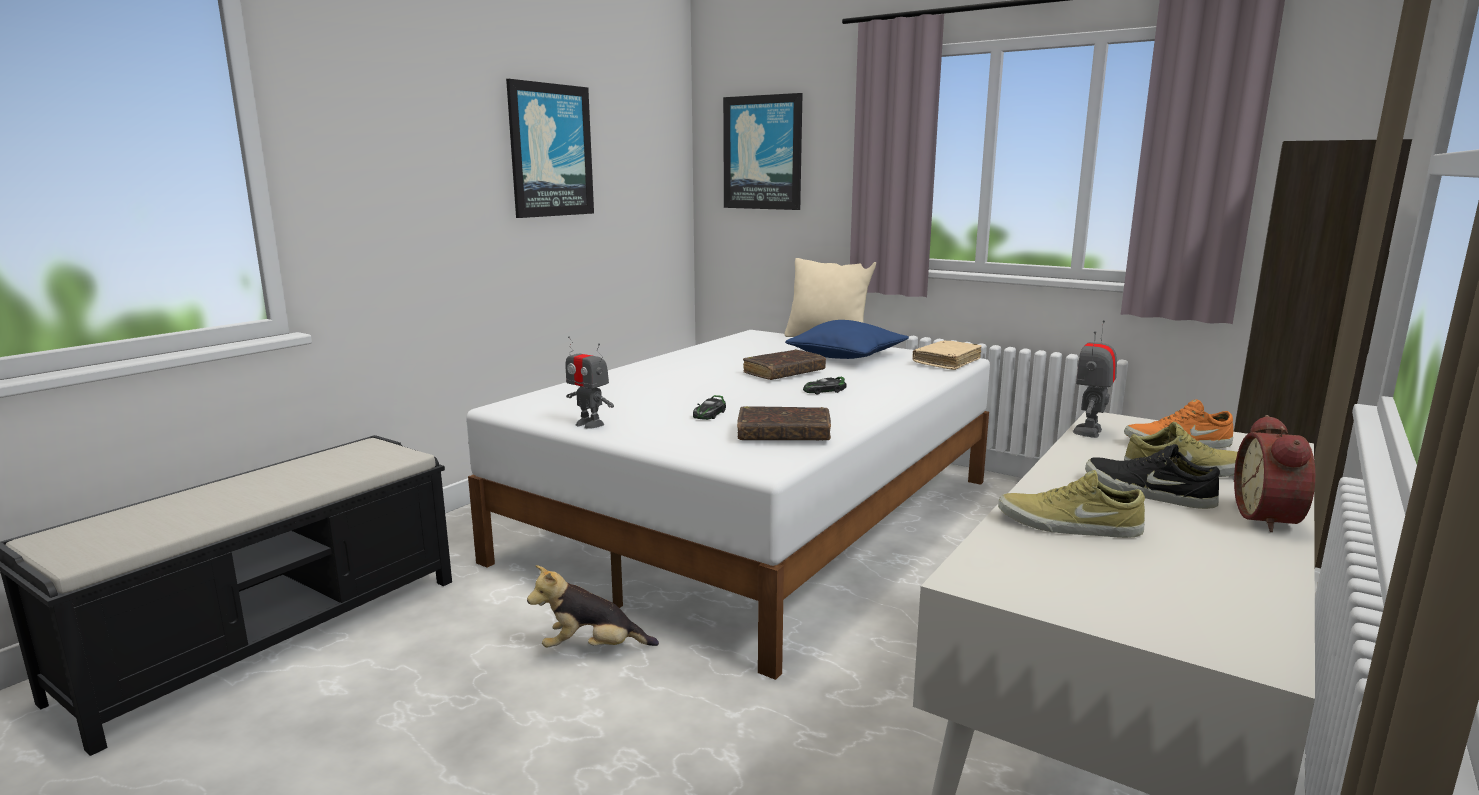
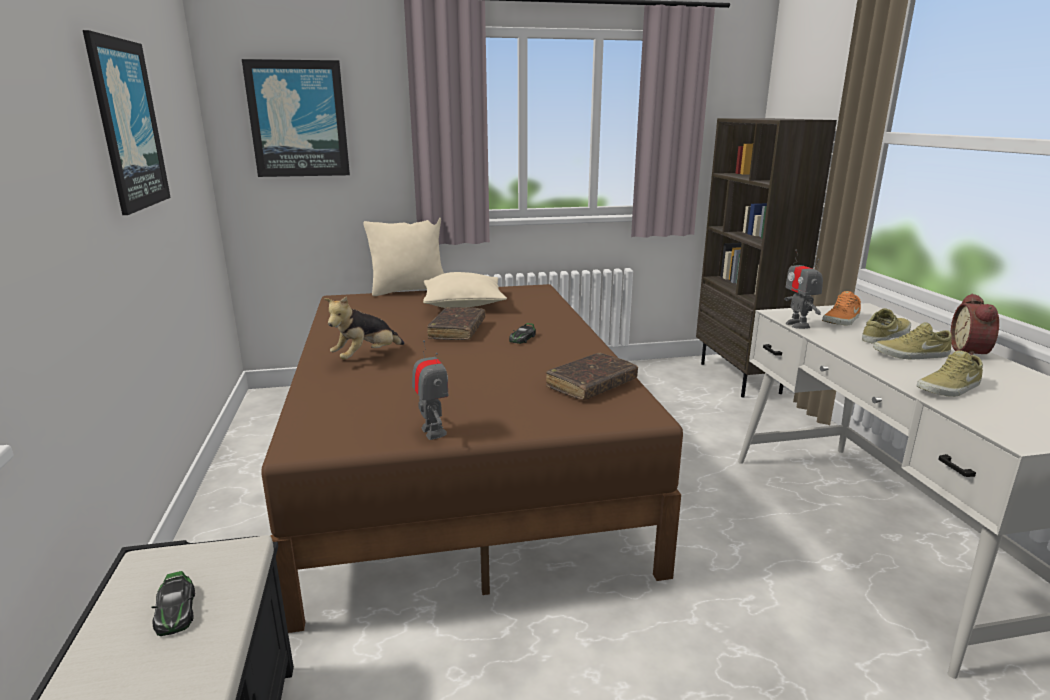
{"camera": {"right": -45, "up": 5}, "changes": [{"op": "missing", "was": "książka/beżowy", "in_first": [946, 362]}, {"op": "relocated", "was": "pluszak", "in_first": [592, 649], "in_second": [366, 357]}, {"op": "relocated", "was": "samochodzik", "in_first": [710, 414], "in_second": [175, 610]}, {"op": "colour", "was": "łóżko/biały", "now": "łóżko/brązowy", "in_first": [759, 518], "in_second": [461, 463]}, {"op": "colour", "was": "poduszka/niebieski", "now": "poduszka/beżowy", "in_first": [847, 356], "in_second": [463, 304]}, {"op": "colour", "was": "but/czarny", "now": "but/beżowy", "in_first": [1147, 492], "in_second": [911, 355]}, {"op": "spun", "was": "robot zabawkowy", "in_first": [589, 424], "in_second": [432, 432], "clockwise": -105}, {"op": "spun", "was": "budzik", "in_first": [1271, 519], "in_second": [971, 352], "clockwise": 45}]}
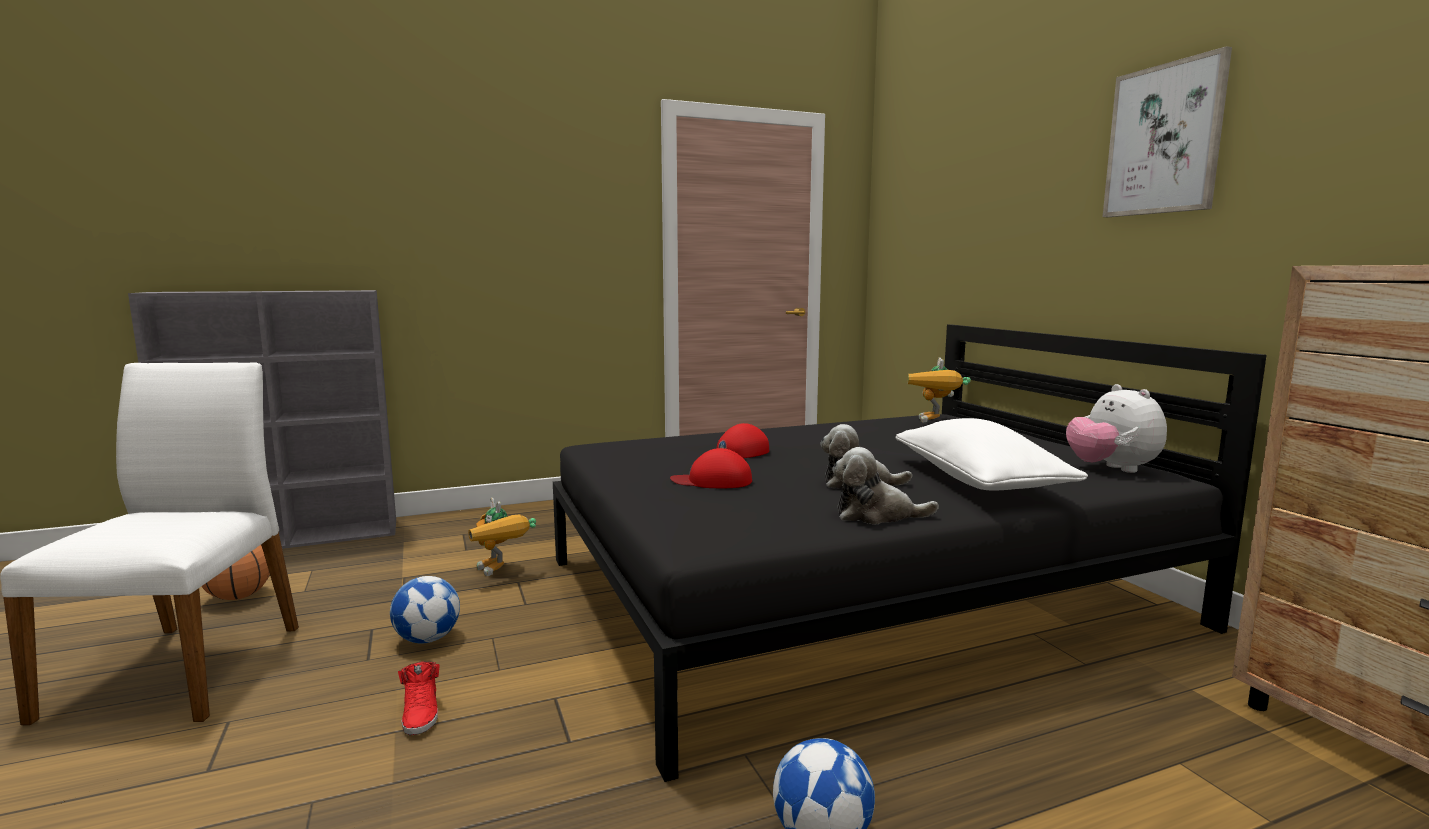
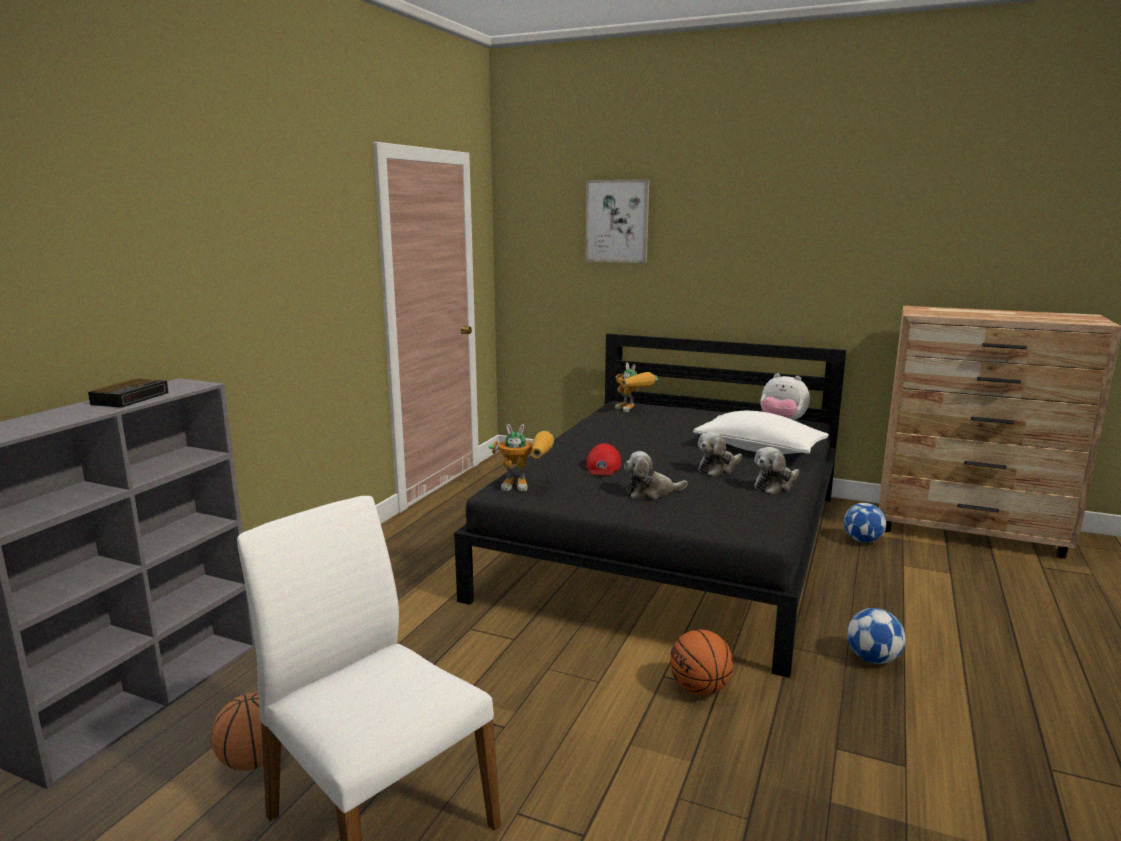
{"camera": {"right": -45, "up": 5}, "changes": [{"op": "missing", "was": "but/czerwony", "in_first": [421, 712]}, {"op": "appeared", "now": "budzik", "in_second": [131, 398]}, {"op": "appeared", "now": "piłka do koszykówki", "in_second": [700, 688]}, {"op": "relocated", "was": "piłka futbolowa", "in_first": [427, 639], "in_second": [862, 540]}, {"op": "relocated", "was": "robot zabawkowy", "in_first": [501, 572], "in_second": [526, 486]}, {"op": "relocated", "was": "obraz", "in_first": [1164, 140], "in_second": [617, 221]}, {"op": "exchanged", "was": "czapka z daszkiem/czerwony", "now": "pluszak", "in_first": [713, 481], "in_second": [651, 492]}]}
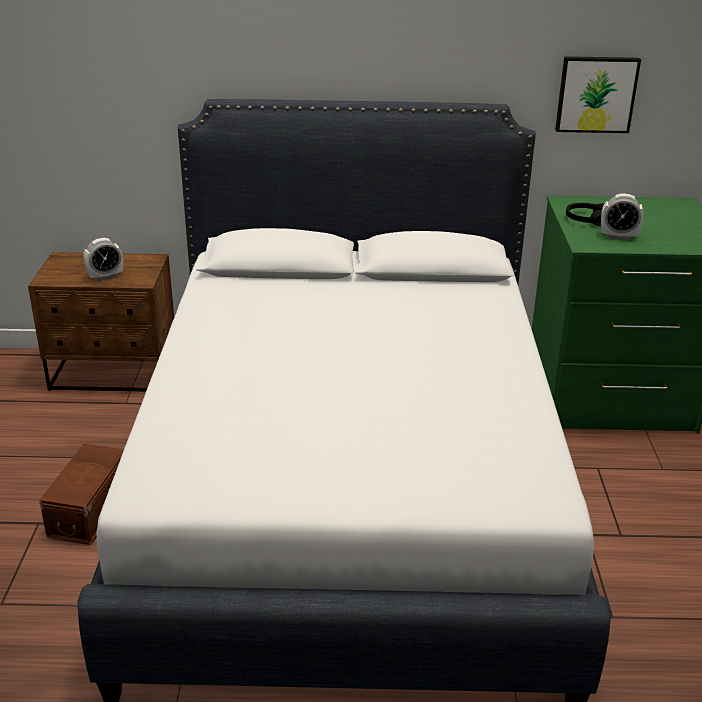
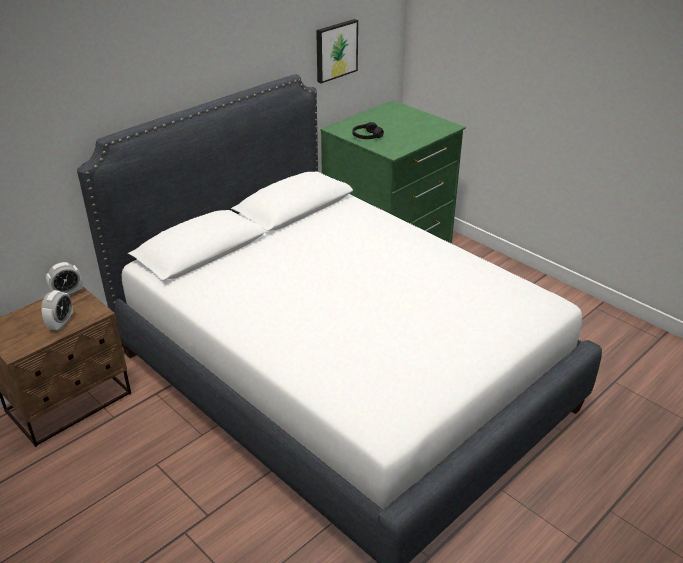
{"camera": {"right": -45, "up": 5}, "changes": [{"op": "missing", "was": "pojemnik do przechowywania/brązowy", "in_first": [92, 510]}, {"op": "relocated", "was": "budzik", "in_first": [618, 236], "in_second": [67, 293]}]}
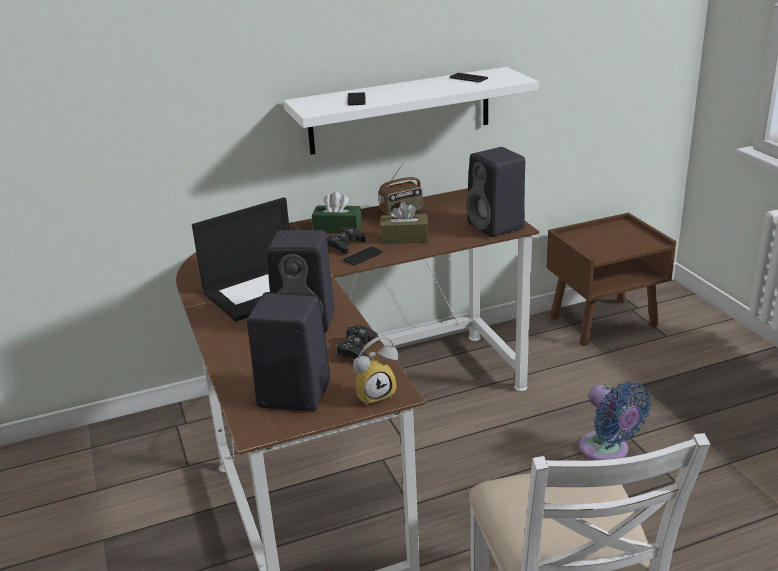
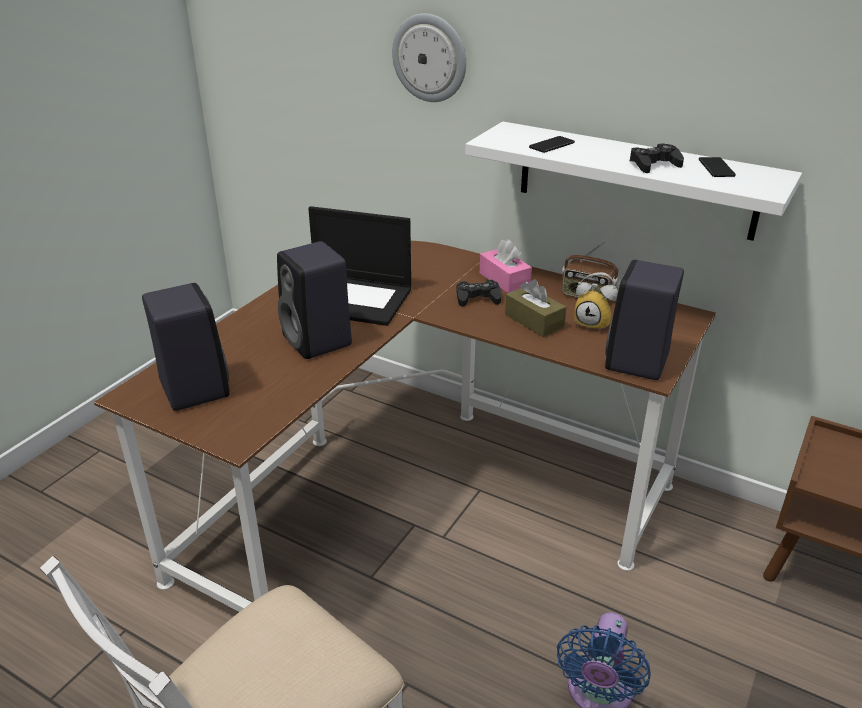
{"camera": {"right": 50, "up": 5}, "changes": [{"op": "missing", "was": "telefon", "in_first": [362, 256]}, {"op": "appeared", "now": "zegar ścienny", "in_second": [430, 58]}, {"op": "relocated", "was": "pad do gier/czarny", "in_first": [357, 350], "in_second": [654, 165]}, {"op": "relocated", "was": "budzik", "in_first": [375, 394], "in_second": [594, 323]}, {"op": "colour", "was": "pudełko chusteczek/zielony", "now": "pudełko chusteczek/różowy", "in_first": [337, 228], "in_second": [504, 280]}]}
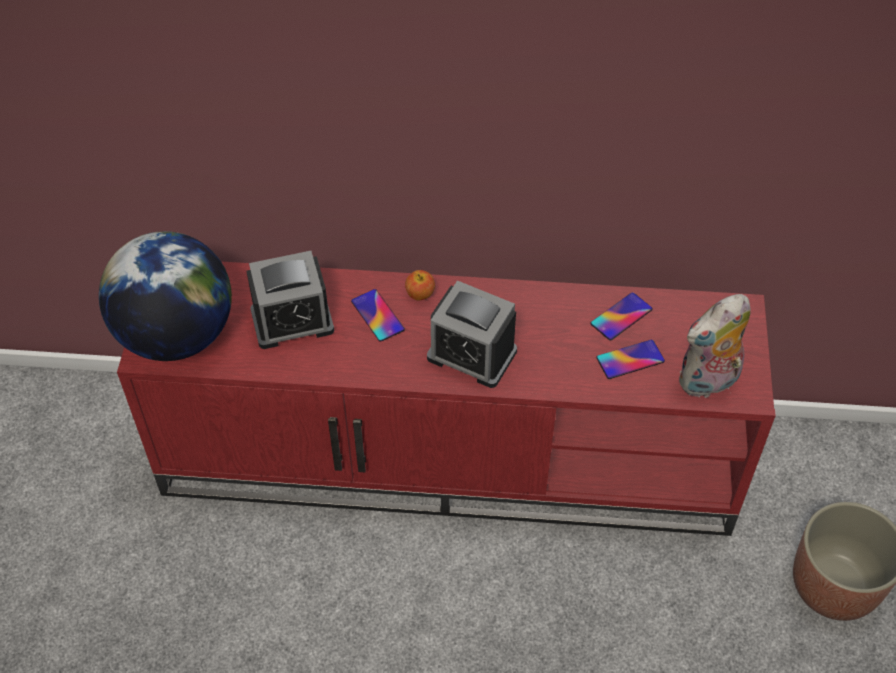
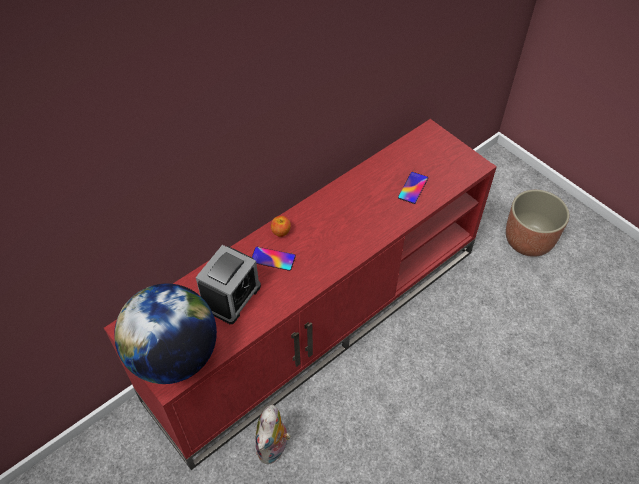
{"camera": {"right": -45, "up": 0}, "changes": [{"op": "missing", "was": "budzik", "in_first": [471, 354]}, {"op": "missing", "was": "telefon", "in_first": [621, 316]}, {"op": "relocated", "was": "pluszak", "in_first": [708, 382], "in_second": [274, 448]}]}
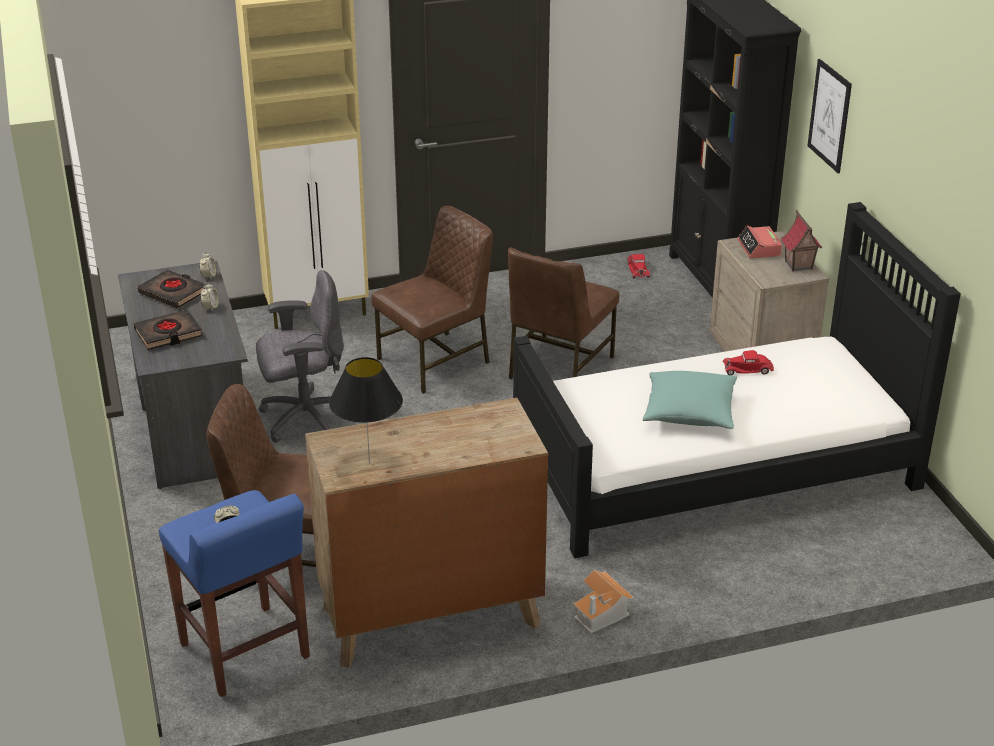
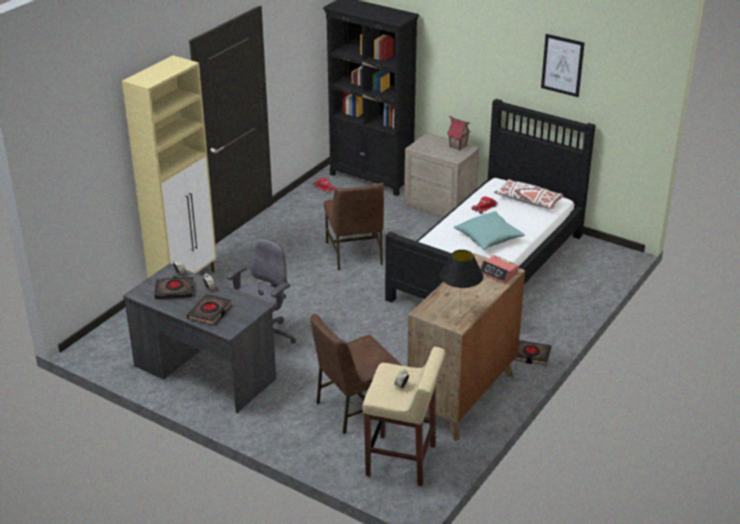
{"camera": {"right": -40, "up": 0}, "changes": [{"op": "missing", "was": "krzesło/brązowy", "in_first": [436, 361]}, {"op": "appeared", "now": "poduszka/biały", "in_second": [528, 201]}, {"op": "relocated", "was": "budzik", "in_first": [759, 248], "in_second": [499, 273]}, {"op": "relocated", "was": "obraz", "in_first": [829, 115], "in_second": [562, 65]}, {"op": "exchanged", "was": "domek", "now": "książka/czarny", "in_first": [601, 613], "in_second": [531, 355]}, {"op": "colour", "was": "stołek/niebieski", "now": "stołek/beżowy", "in_first": [245, 652], "in_second": [402, 461]}]}
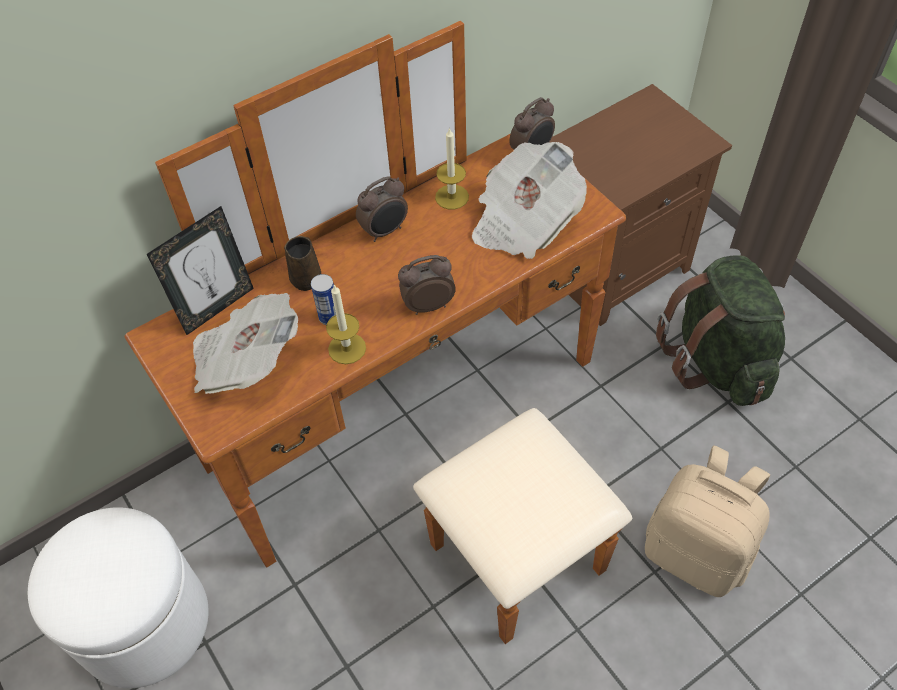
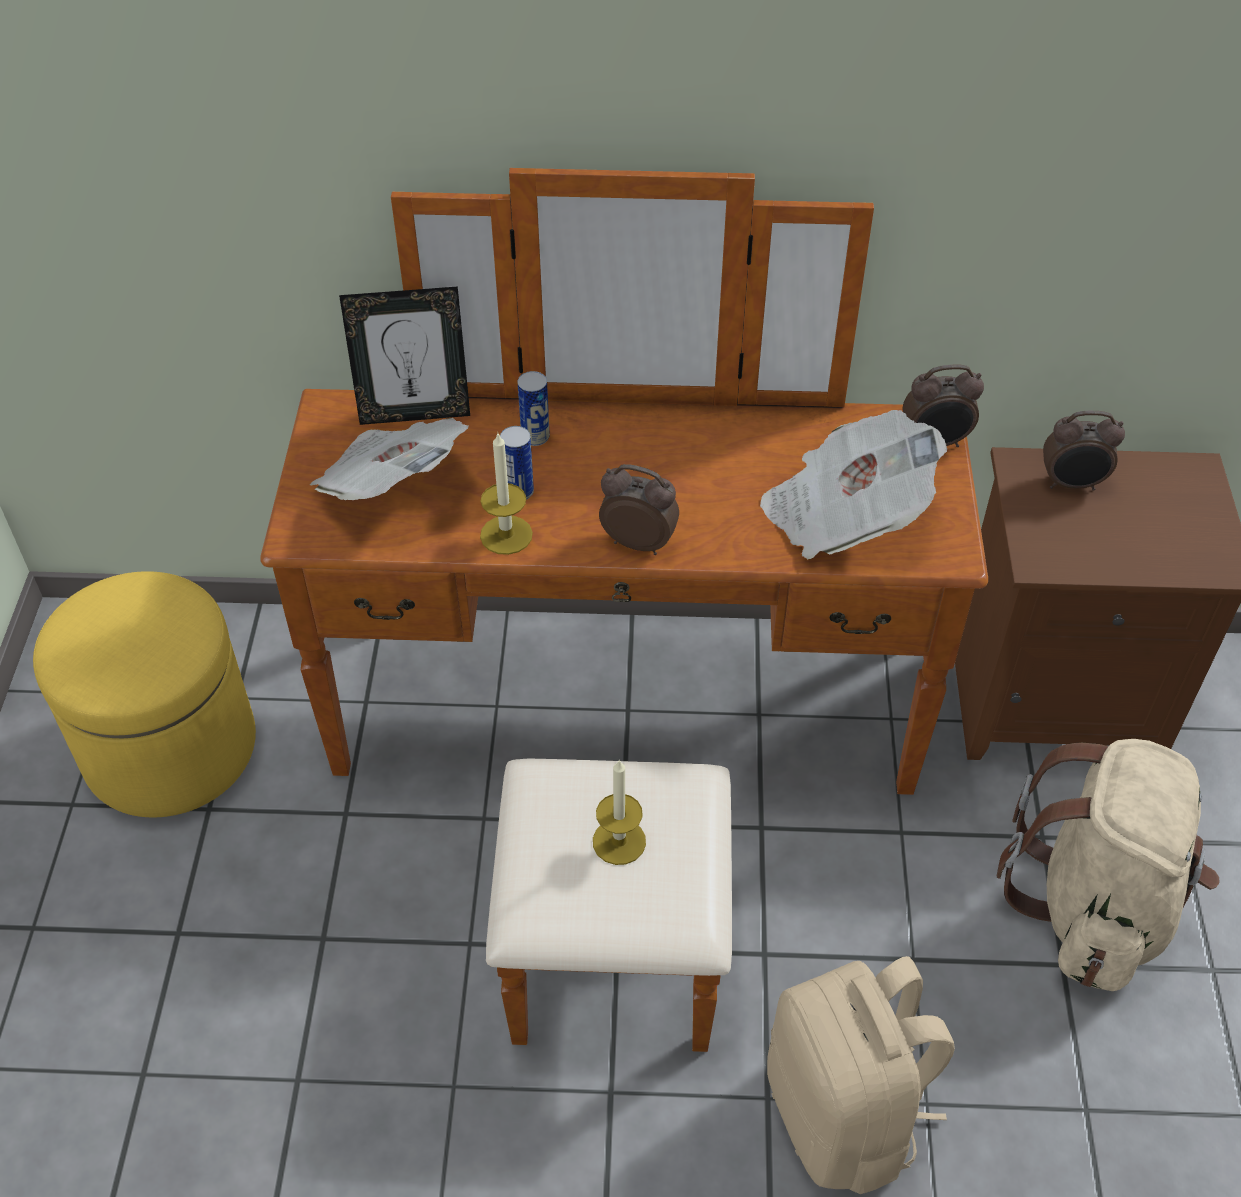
{"camera": {"right": 35, "up": -5}, "changes": [{"op": "relocated", "was": "budzik", "in_first": [385, 231], "in_second": [1072, 484]}, {"op": "relocated", "was": "świeca", "in_first": [452, 197], "in_second": [619, 841]}, {"op": "exchanged", "was": "kubek/brązowy", "now": "puszka", "in_first": [307, 278], "in_second": [535, 437]}, {"op": "colour", "was": "pufa/biały", "now": "pufa/żółty", "in_first": [144, 622], "in_second": [170, 747]}, {"op": "colour", "was": "plecak/zielony", "now": "plecak/beżowy", "in_first": [717, 361], "in_second": [1094, 904]}]}
